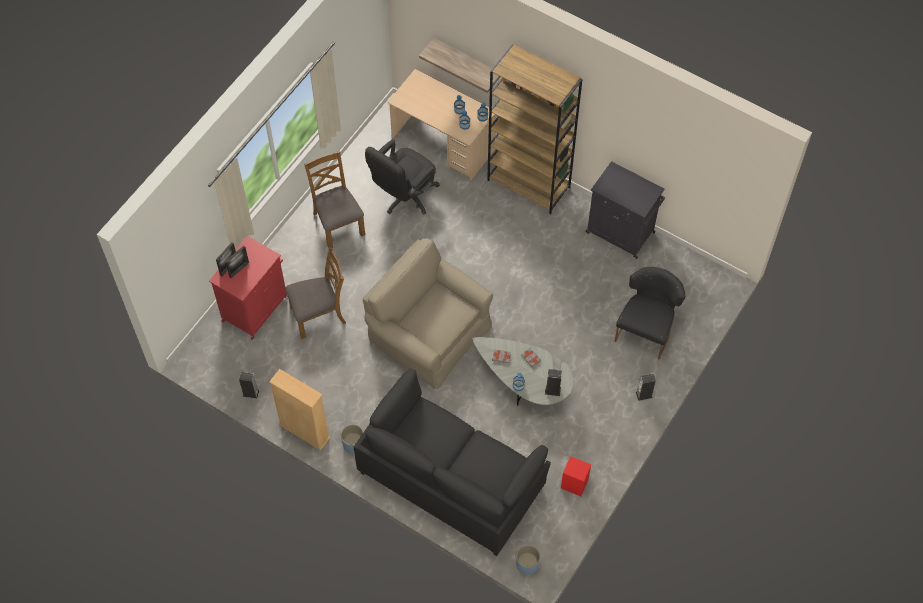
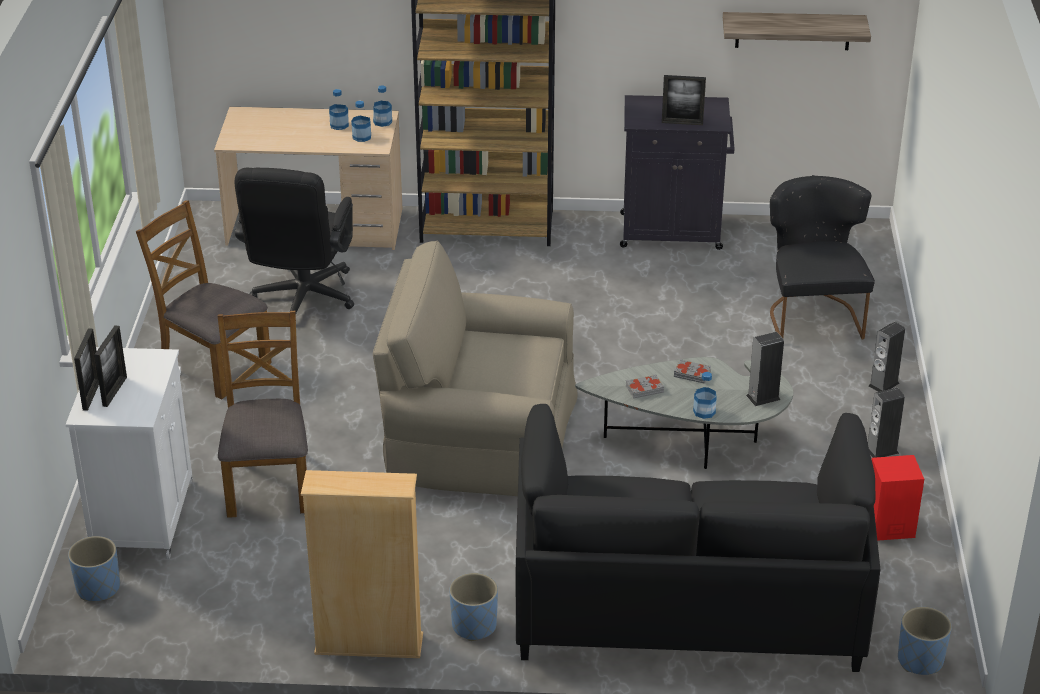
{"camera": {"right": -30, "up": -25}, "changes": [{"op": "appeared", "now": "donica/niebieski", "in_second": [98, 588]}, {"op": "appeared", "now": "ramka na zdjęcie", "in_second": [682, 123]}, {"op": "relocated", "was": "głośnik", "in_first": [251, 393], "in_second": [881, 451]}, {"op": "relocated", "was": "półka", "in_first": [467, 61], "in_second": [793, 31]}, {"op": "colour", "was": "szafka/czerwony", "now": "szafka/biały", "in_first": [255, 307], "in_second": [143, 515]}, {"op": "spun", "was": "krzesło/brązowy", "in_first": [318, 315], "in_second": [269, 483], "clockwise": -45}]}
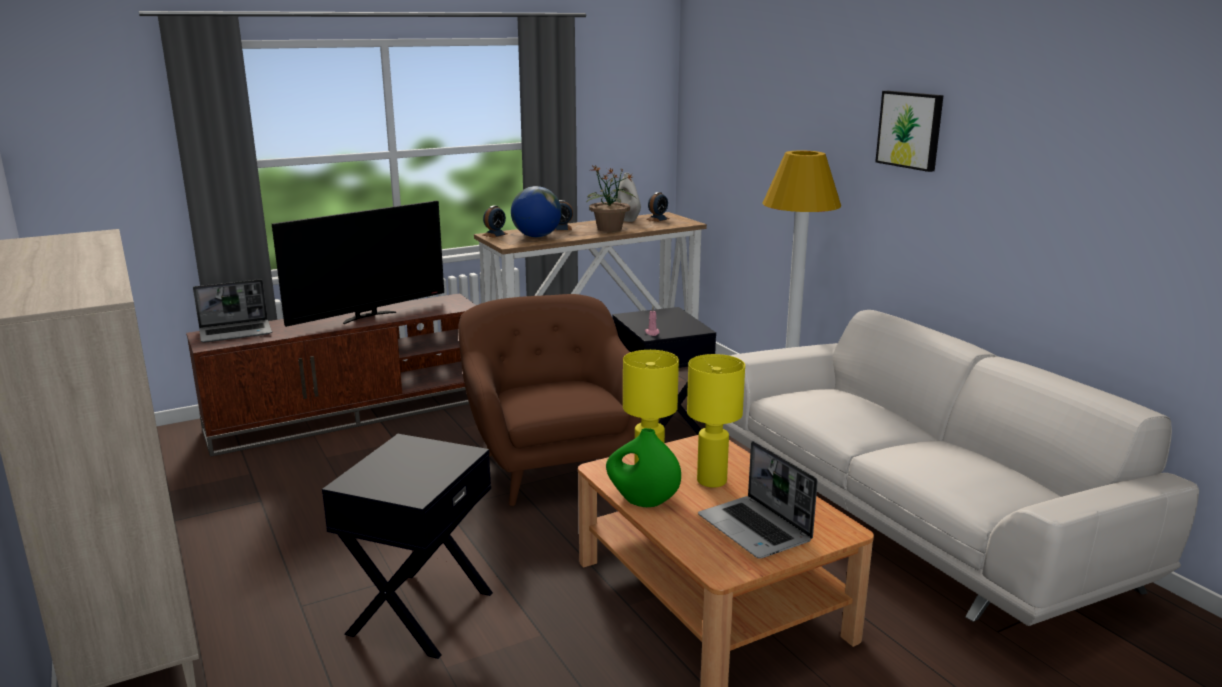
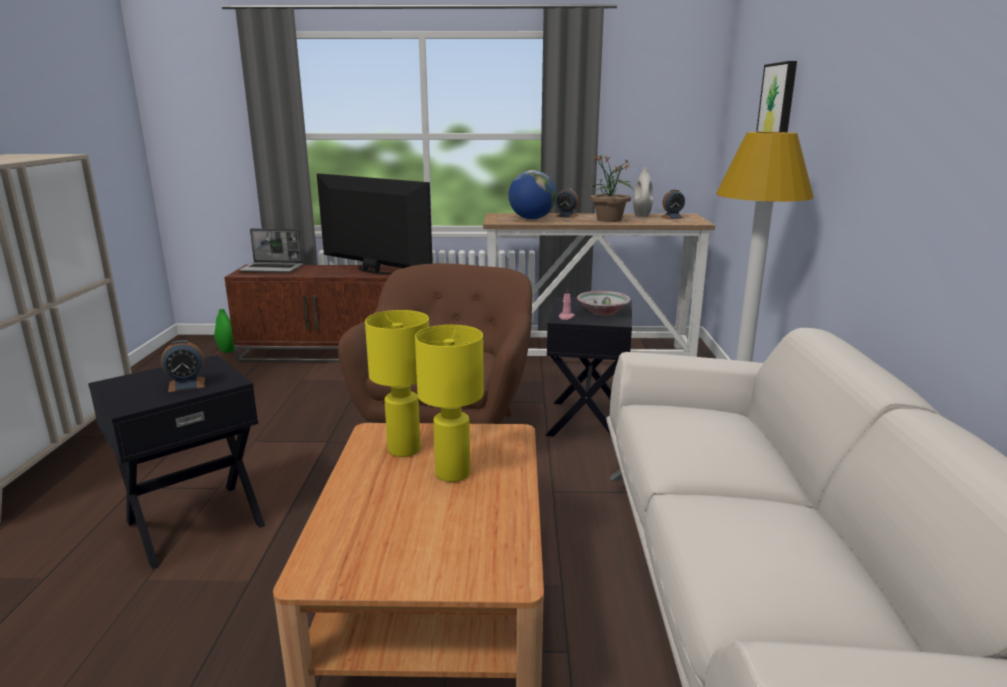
{"camera": {"right": 30, "up": 0}, "changes": [{"op": "missing", "was": "laptop", "in_first": [756, 529]}, {"op": "appeared", "now": "miska", "in_second": [602, 312]}, {"op": "relocated", "was": "budzik", "in_first": [495, 234], "in_second": [186, 385]}, {"op": "relocated", "was": "wazon/zielony", "in_first": [642, 501], "in_second": [226, 350]}, {"op": "relocated", "was": "obraz", "in_first": [910, 130], "in_second": [779, 99]}, {"op": "spun", "was": "telewizor", "in_first": [368, 316], "in_second": [373, 271], "clockwise": -135}]}
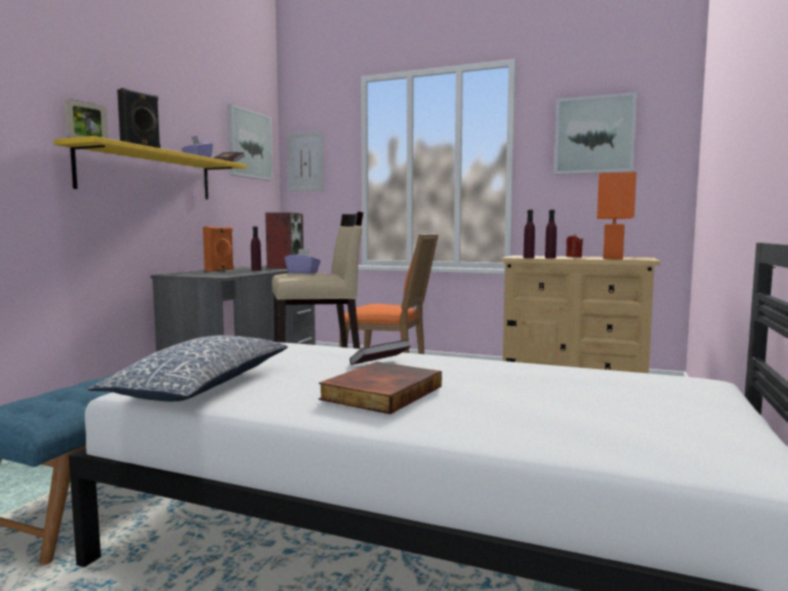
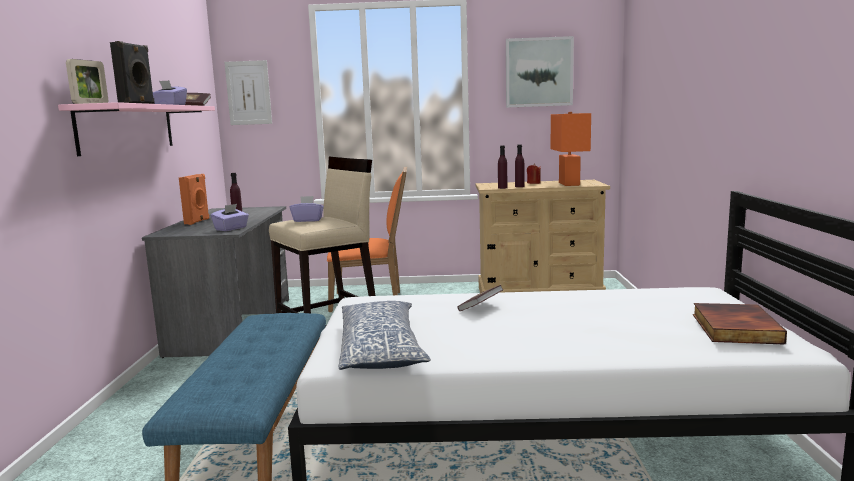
{"camera": {"right": -20, "up": 5}, "changes": [{"op": "missing", "was": "obraz", "in_first": [249, 144]}, {"op": "missing", "was": "głośnik", "in_first": [285, 267]}, {"op": "appeared", "now": "pudełko chusteczek/fioletowy", "in_second": [231, 229]}, {"op": "relocated", "was": "książka", "in_first": [380, 392], "in_second": [733, 328]}, {"op": "colour", "was": "półka/żółty", "now": "półka/różowy", "in_first": [148, 174], "in_second": [128, 128]}]}
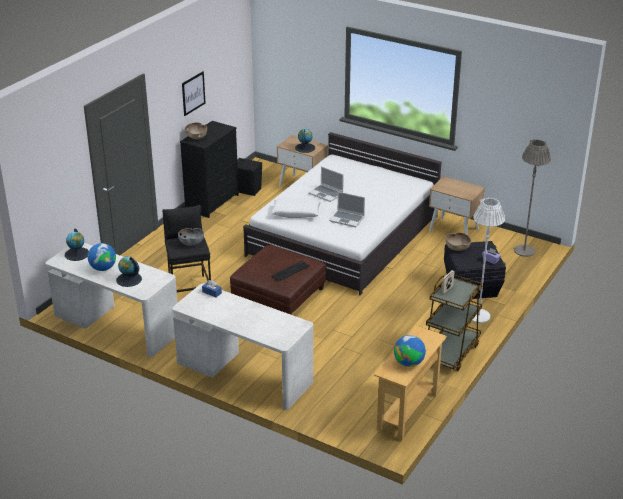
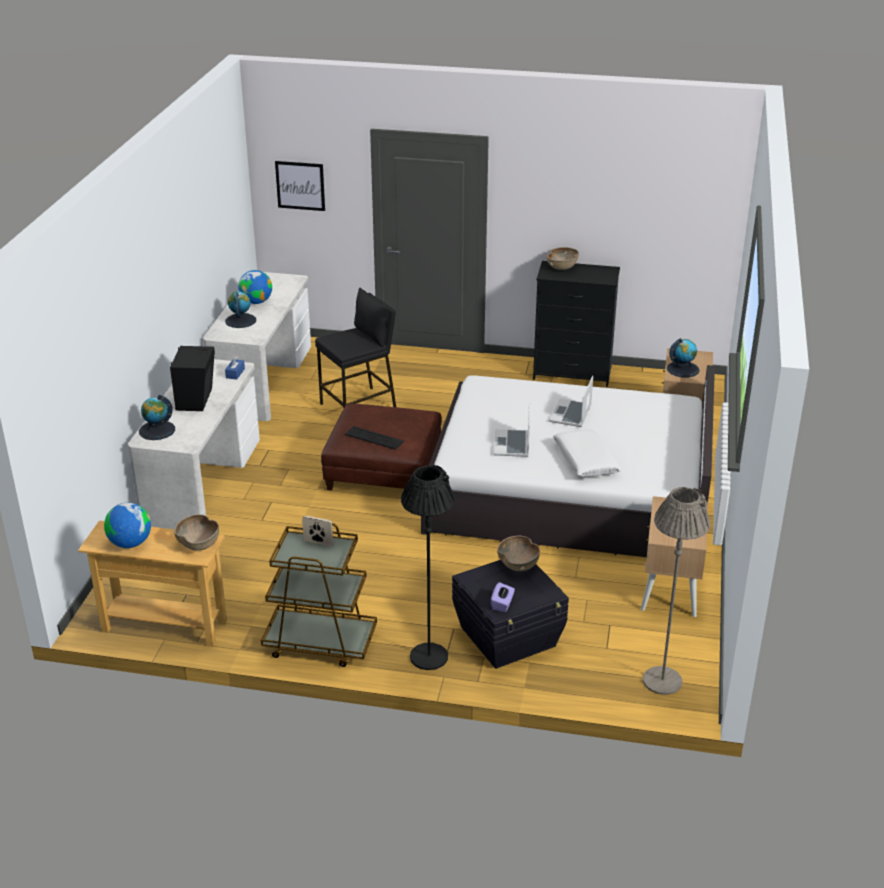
{"camera": {"right": 70, "up": 0}, "changes": [{"op": "missing", "was": "miska/szary", "in_first": [191, 243]}, {"op": "appeared", "now": "miska/brązowy", "in_second": [199, 544]}, {"op": "relocated", "was": "globus", "in_first": [77, 254], "in_second": [157, 430]}, {"op": "relocated", "was": "obraz", "in_first": [193, 93], "in_second": [300, 185]}, {"op": "relocated", "was": "głośnik/czarny", "in_first": [246, 189], "in_second": [196, 399]}, {"op": "relocated", "was": "poduszka/biały", "in_first": [296, 213], "in_second": [585, 461]}, {"op": "colour", "was": "lampa stojąca/biały", "now": "lampa stojąca/czarny", "in_first": [478, 316], "in_second": [429, 657]}]}
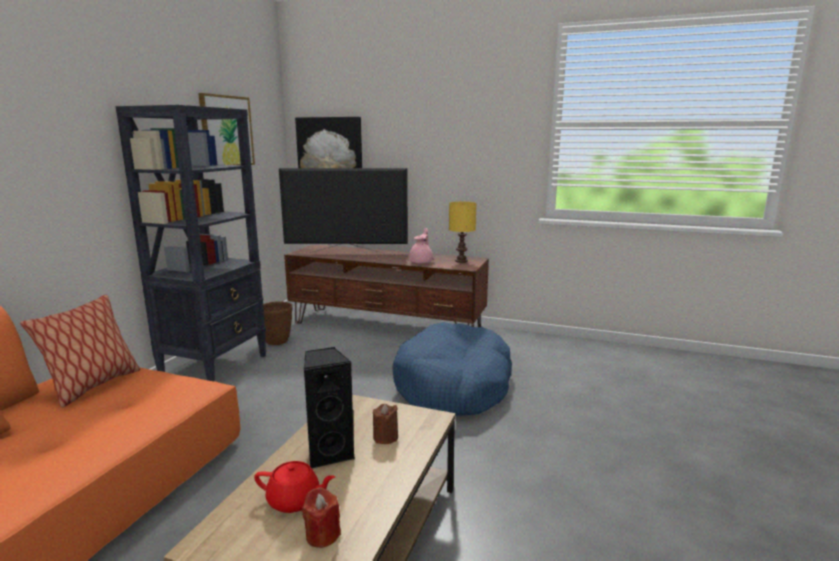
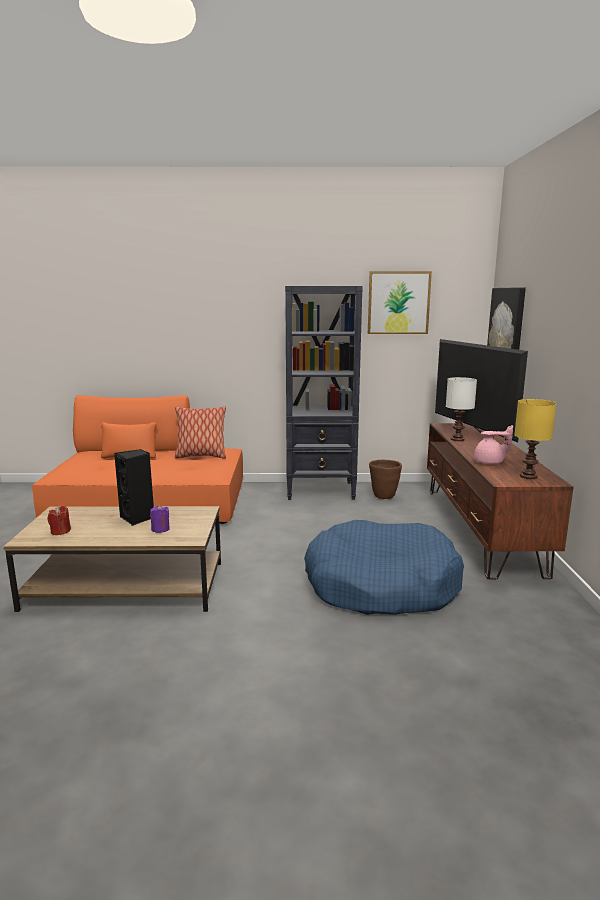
{"camera": {"right": 70, "up": 0}, "changes": [{"op": "missing", "was": "imbryk/czerwony", "in_first": [295, 500]}, {"op": "appeared", "now": "lampa stołowa/biały", "in_second": [457, 439]}, {"op": "colour", "was": "świeca/brązowy", "now": "świeca/fioletowy", "in_first": [385, 437], "in_second": [160, 529]}]}
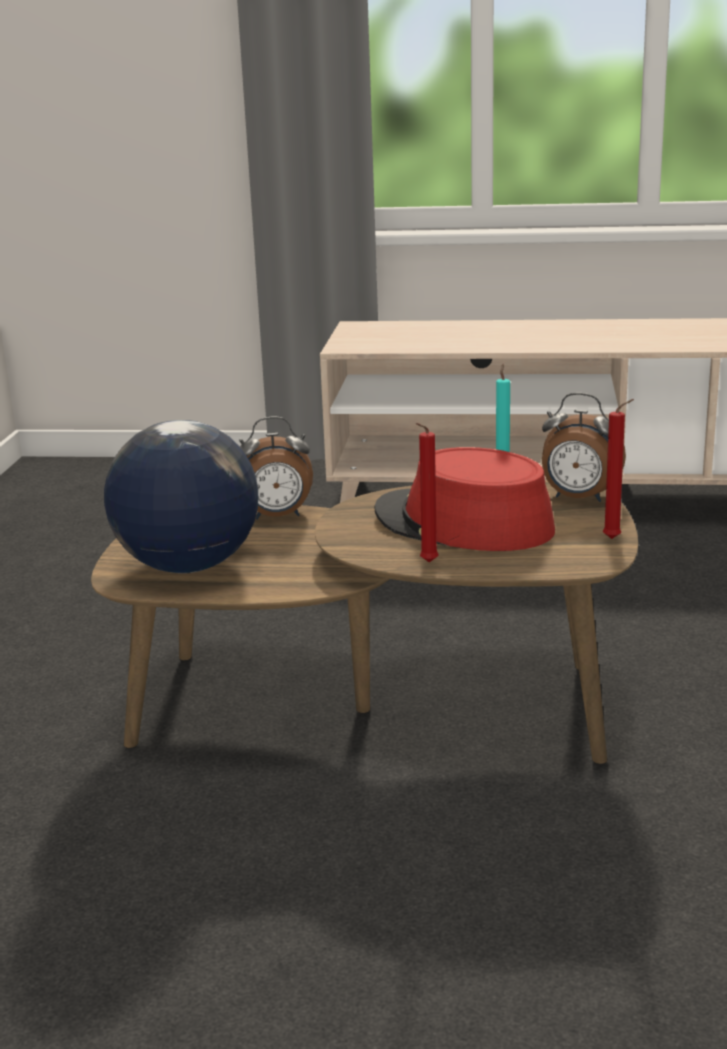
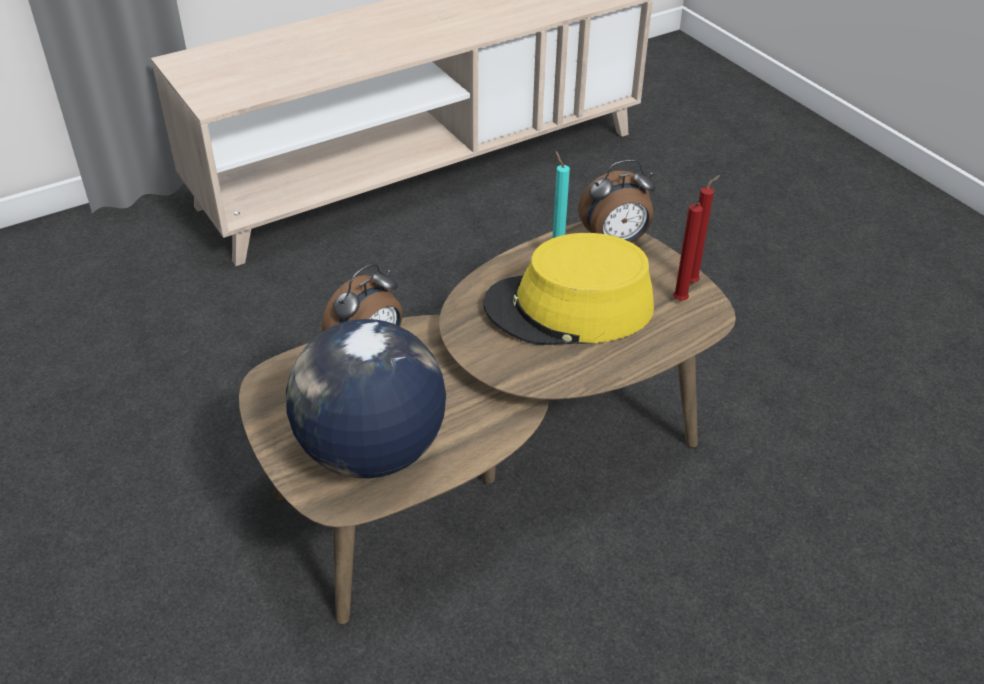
{"camera": {"right": -40, "up": 20}, "changes": [{"op": "relocated", "was": "świeca/czerwony", "in_first": [426, 563], "in_second": [679, 302]}, {"op": "colour", "was": "kapelusz/czerwony", "now": "kapelusz/żółty", "in_first": [463, 523], "in_second": [569, 308]}]}
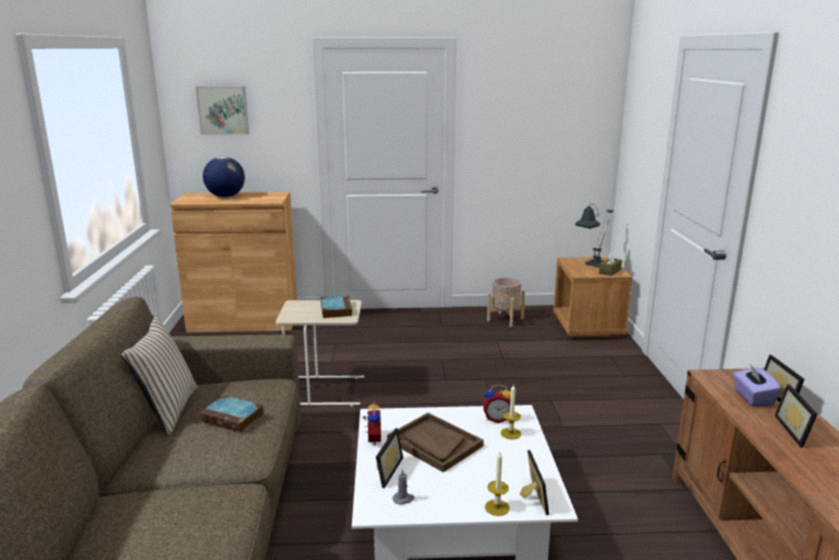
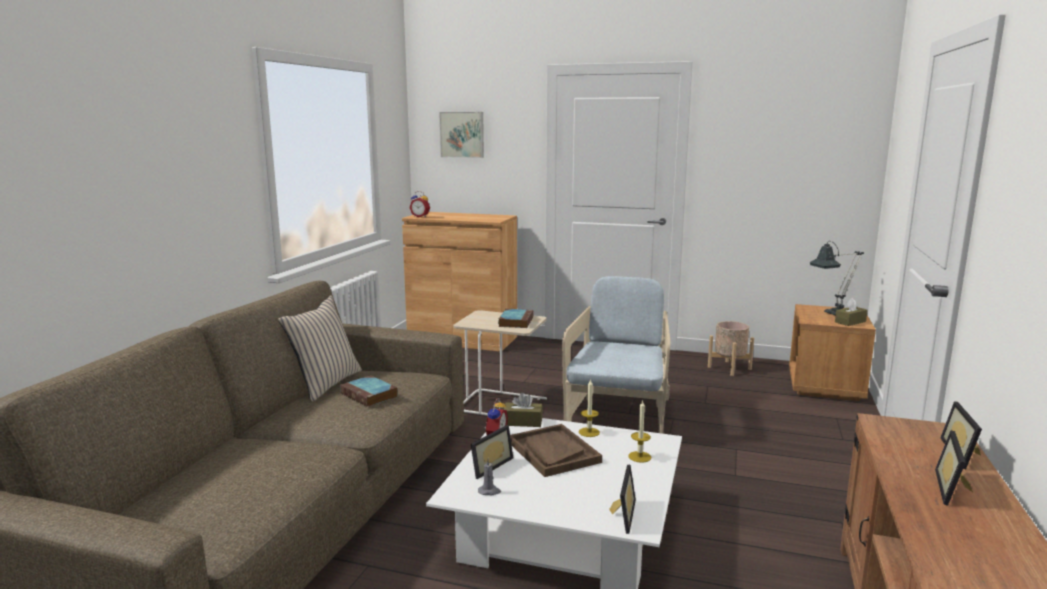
{"camera": {"right": 20, "up": -5}, "changes": [{"op": "missing", "was": "globus", "in_first": [225, 196]}, {"op": "missing", "was": "pudełko chusteczek/fioletowy", "in_first": [752, 398]}, {"op": "appeared", "now": "pudełko chusteczek/brązowy", "in_second": [522, 422]}, {"op": "appeared", "now": "fotel/beżowy", "in_second": [618, 418]}, {"op": "relocated", "was": "budzik", "in_first": [497, 419], "in_second": [420, 216]}, {"op": "relocated", "was": "świeca", "in_first": [497, 507], "in_second": [589, 432]}]}
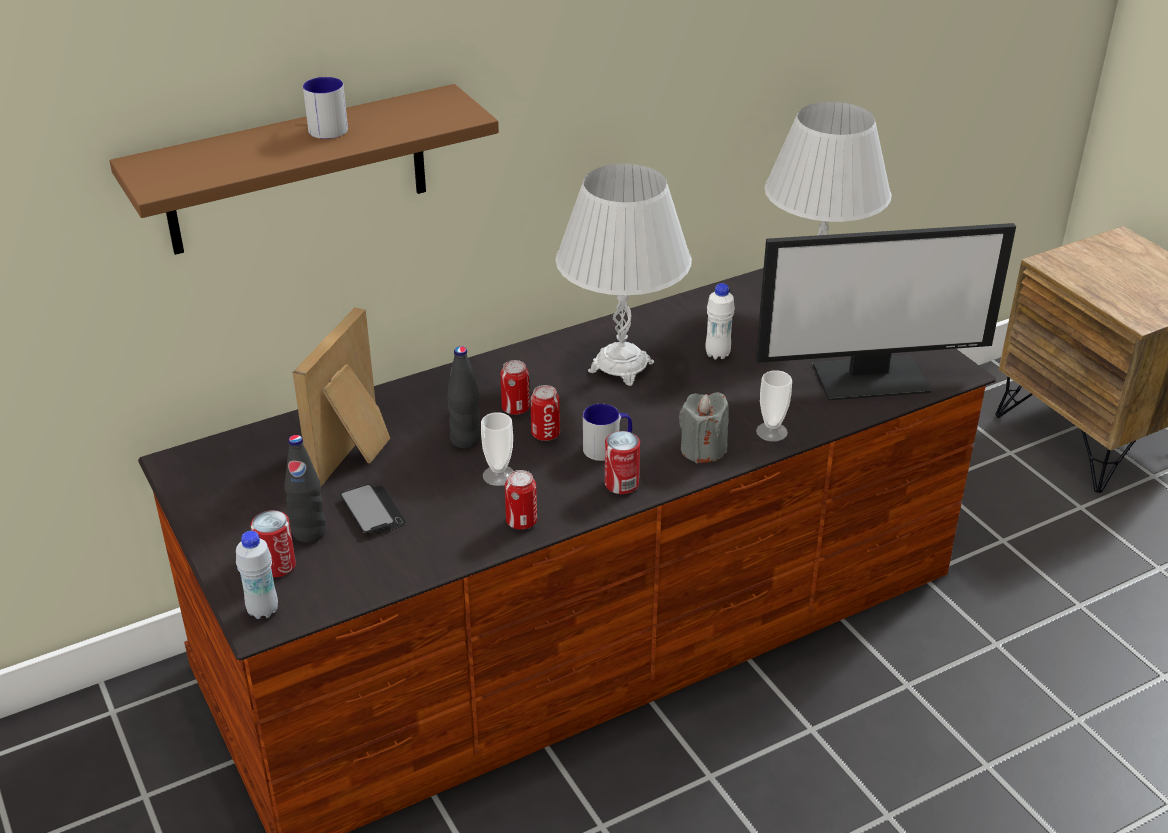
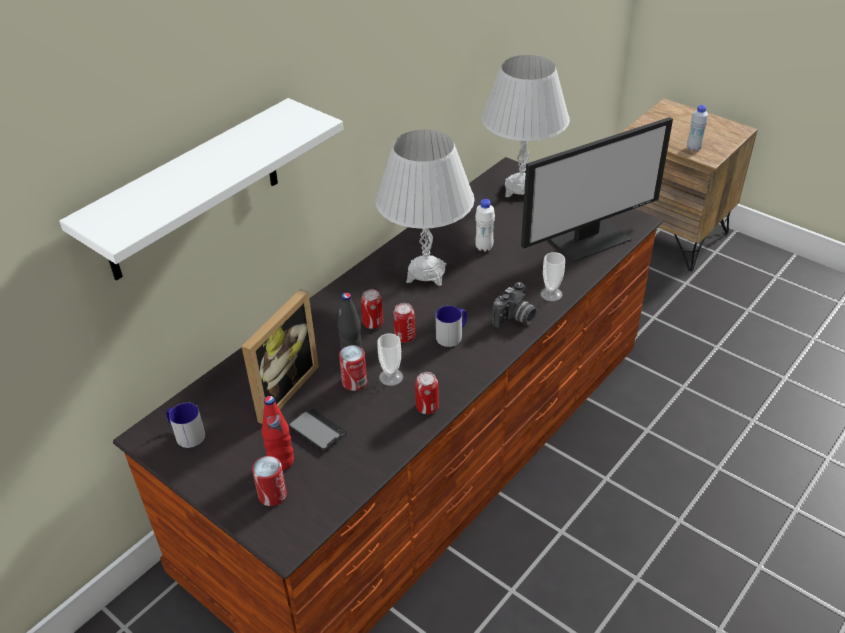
{"camera": {"right": -20, "up": 5}, "changes": [{"op": "relocated", "was": "butelka/biały", "in_first": [263, 610], "in_second": [693, 148]}, {"op": "relocated", "was": "kubek", "in_first": [324, 127], "in_second": [186, 434]}, {"op": "relocated", "was": "puszka", "in_first": [621, 484], "in_second": [354, 382]}, {"op": "exchanged", "was": "świeca/szary", "now": "aparat fotograficzny", "in_first": [703, 449], "in_second": [515, 319]}, {"op": "colour", "was": "półka/brązowy", "now": "półka/biały", "in_first": [297, 171], "in_second": [192, 191]}, {"op": "colour", "was": "butelka/czarny", "now": "butelka/czerwony", "in_first": [309, 533], "in_second": [281, 461]}, {"op": "spun", "was": "ramka na zdjęcie", "in_first": [357, 454], "in_second": [280, 390], "clockwise": -150}]}
